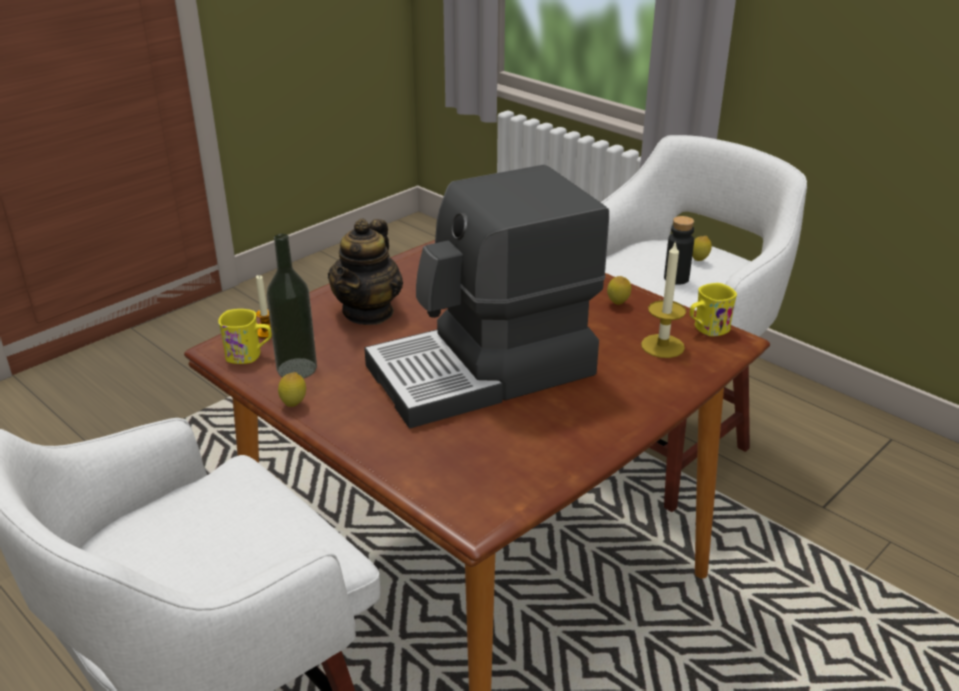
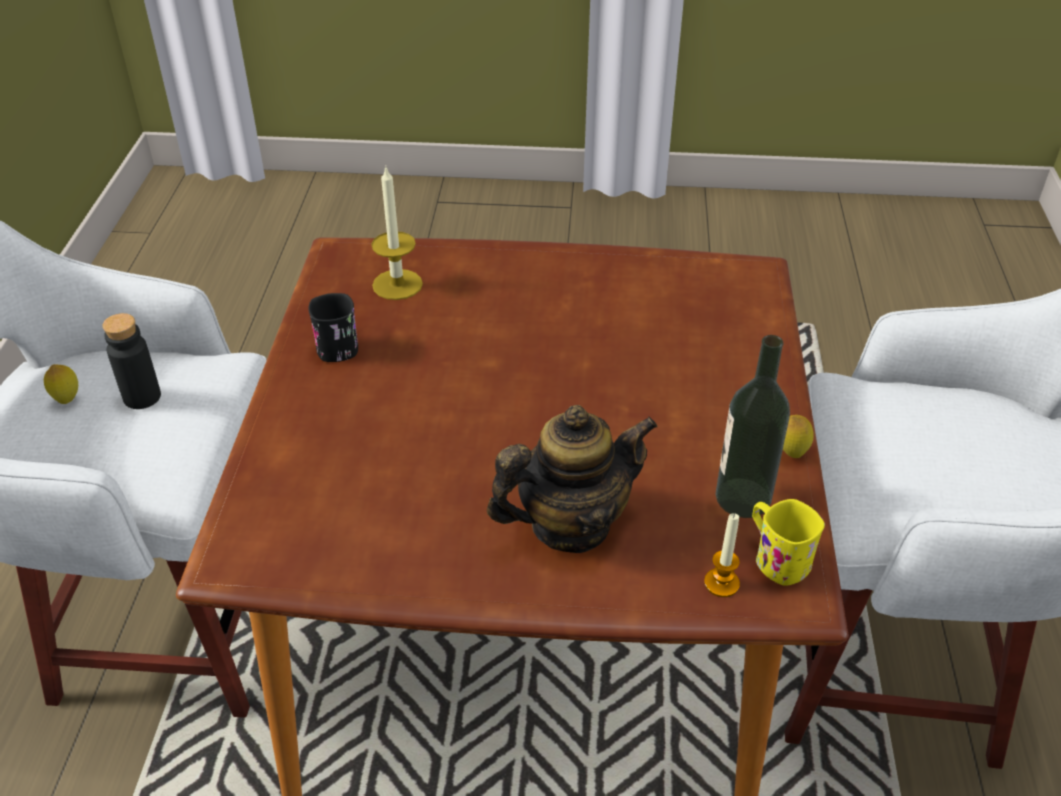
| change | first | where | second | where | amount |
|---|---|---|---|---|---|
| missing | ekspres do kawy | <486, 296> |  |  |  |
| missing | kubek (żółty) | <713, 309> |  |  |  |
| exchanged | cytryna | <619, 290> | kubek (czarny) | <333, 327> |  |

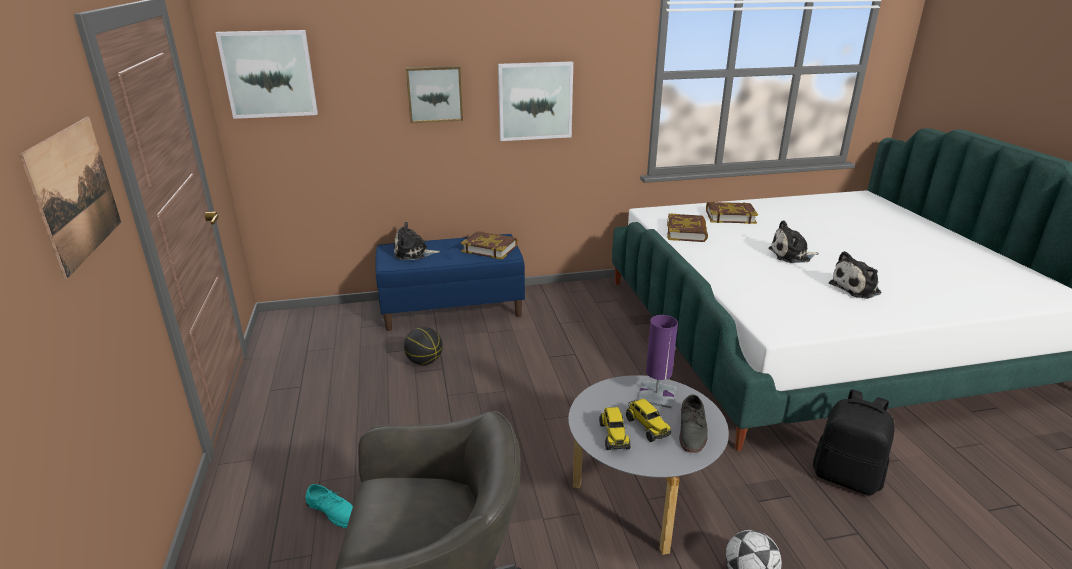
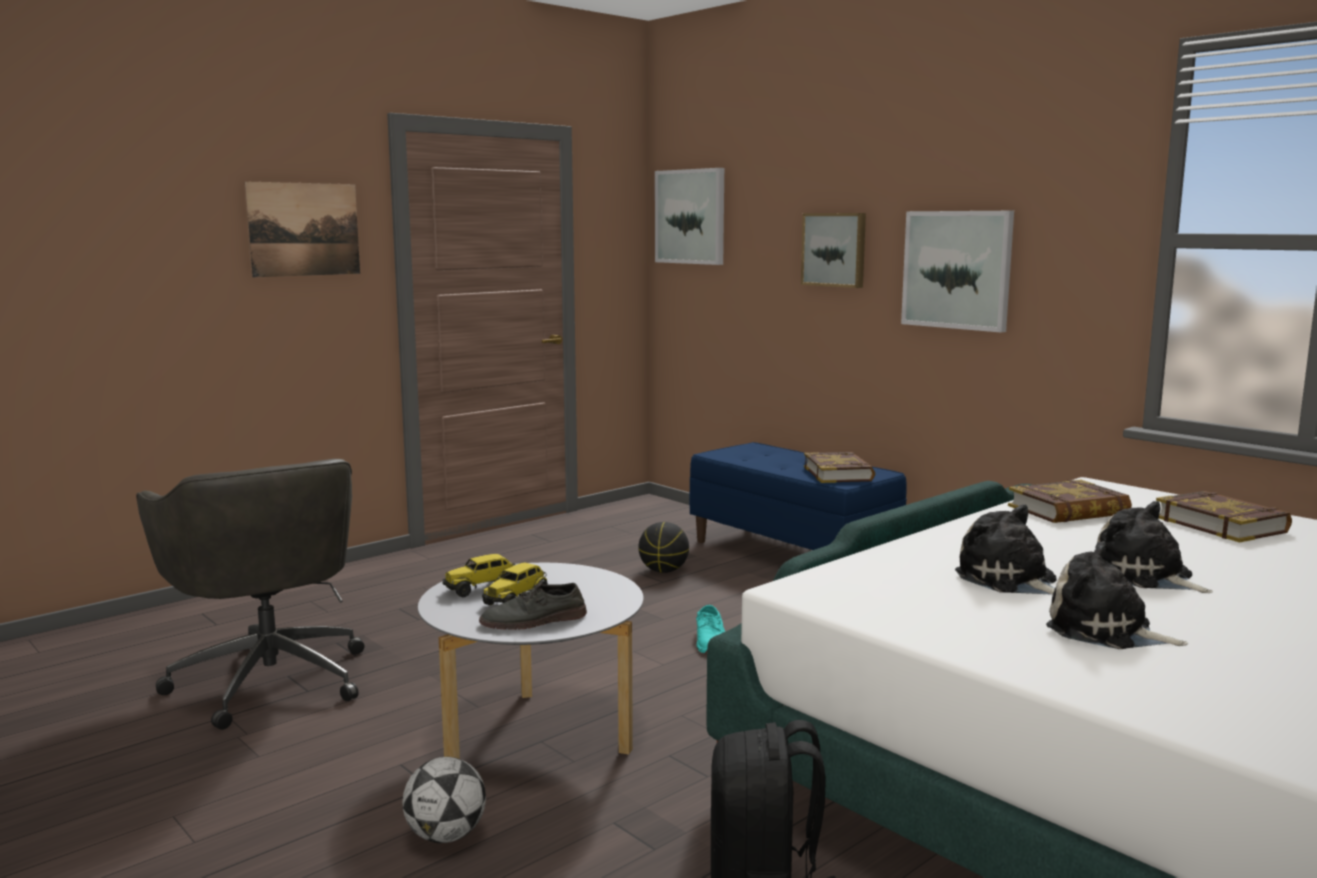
| change | first | where | second | where | amount |
|---|---|---|---|---|---|
| missing | lampa stołowa (fioletowy) | <657, 362> |  |  |  |
| relocated | but (turkusowy) | <329, 506> |  | <710, 629> |  |
| relocated | pluszak | <417, 241> |  | <1006, 549> |  |

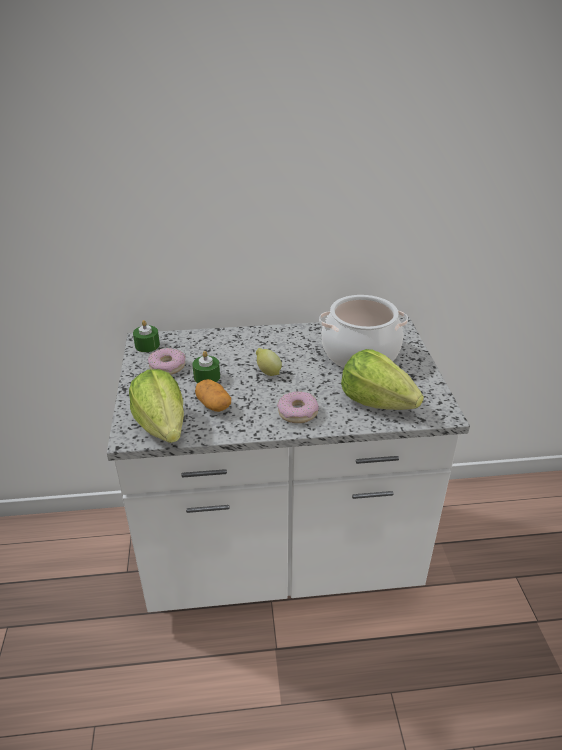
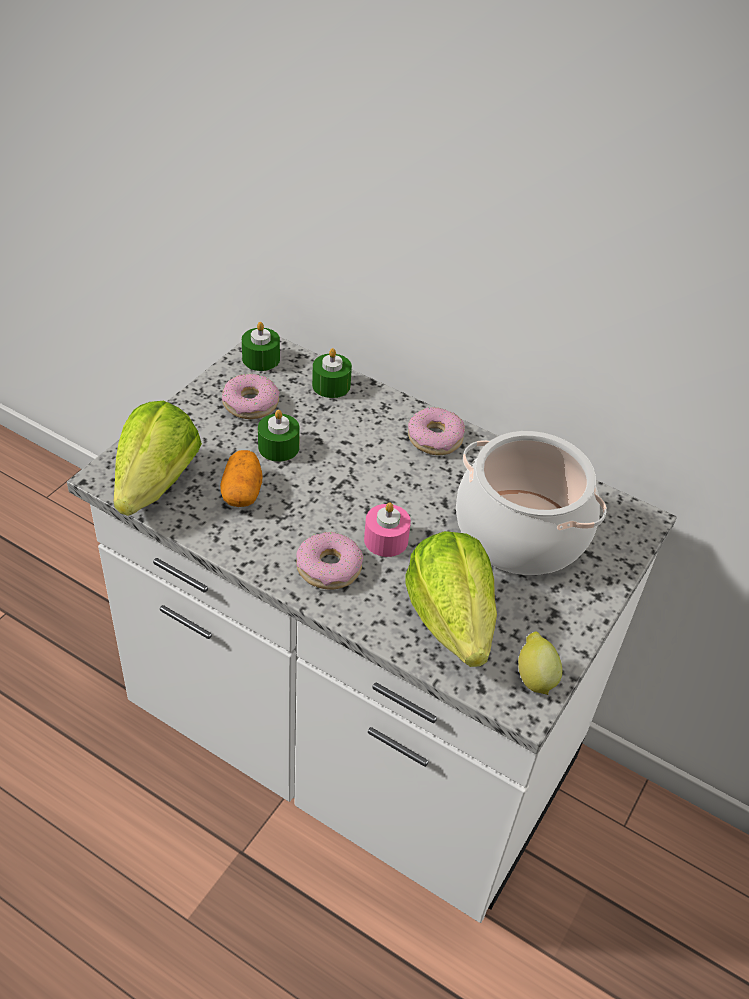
| change | first | where | second | where | amount |
|---|---|---|---|---|---|
| appeared |  |  | świeca (zielony) | <332, 373> |  |
| appeared |  |  | świeca (różowy) | <387, 530> |  |
| appeared |  |  | donut | <436, 431> |  |
| relocated | cytryna | <269, 362> |  | <540, 663> |  |

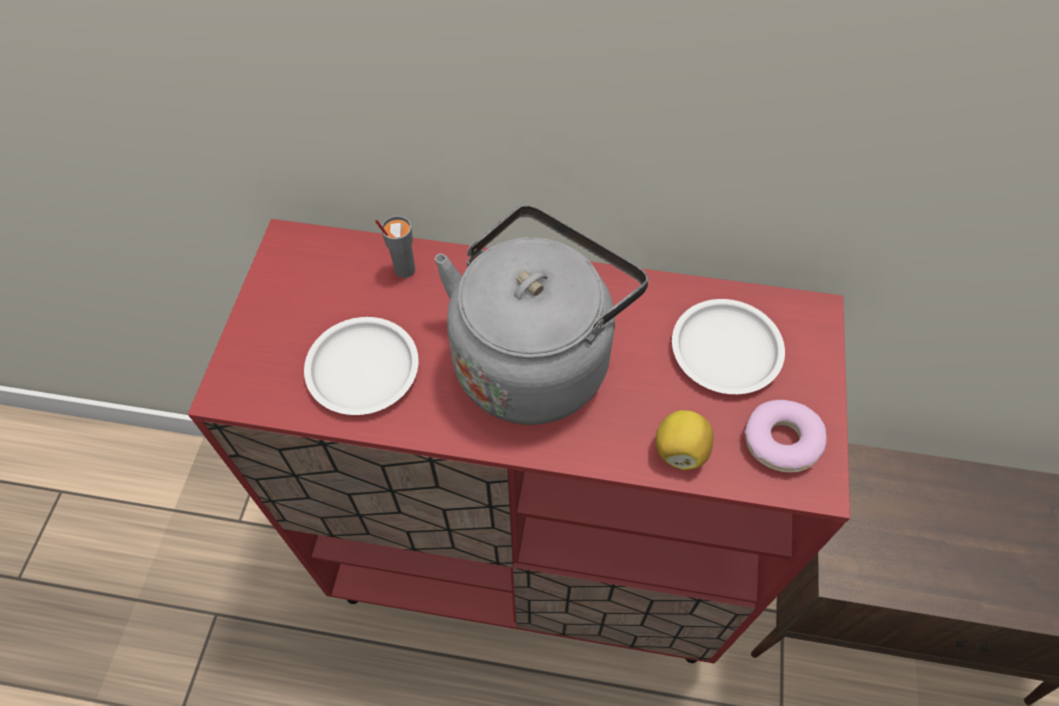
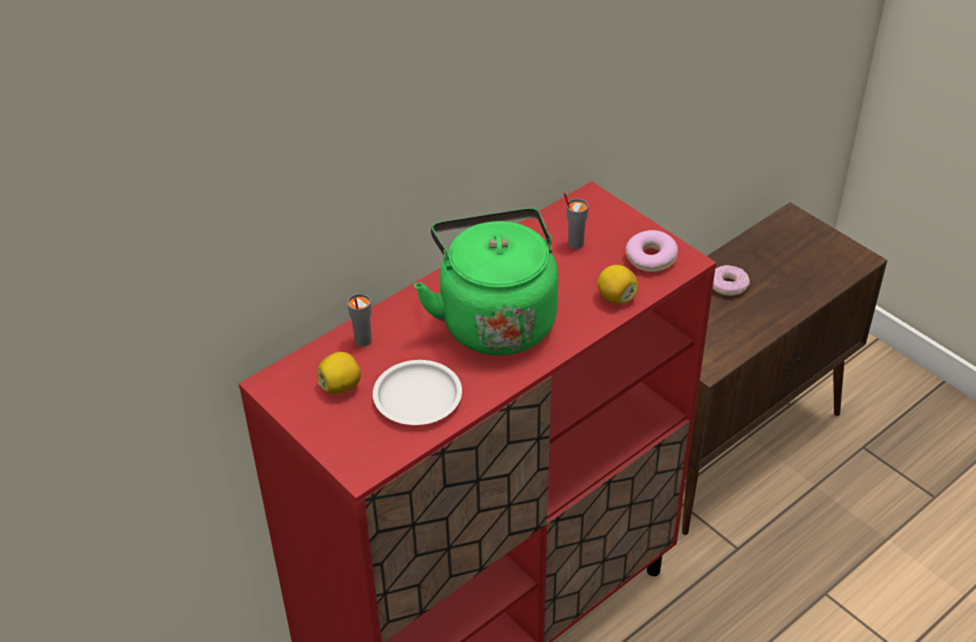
| change | first | where | second | where | amount |
|---|---|---|---|---|---|
| appeared |  |  | cytryna | <339, 373> |  |
| appeared |  |  | donut | <731, 280> |  |
| exchanged | talerz (biały) | <728, 346> | filiżanka (szary) | <576, 221> |  |
| colour | czajnik (szary) | <541, 315> | czajnik (zielony) | <486, 281> |  |

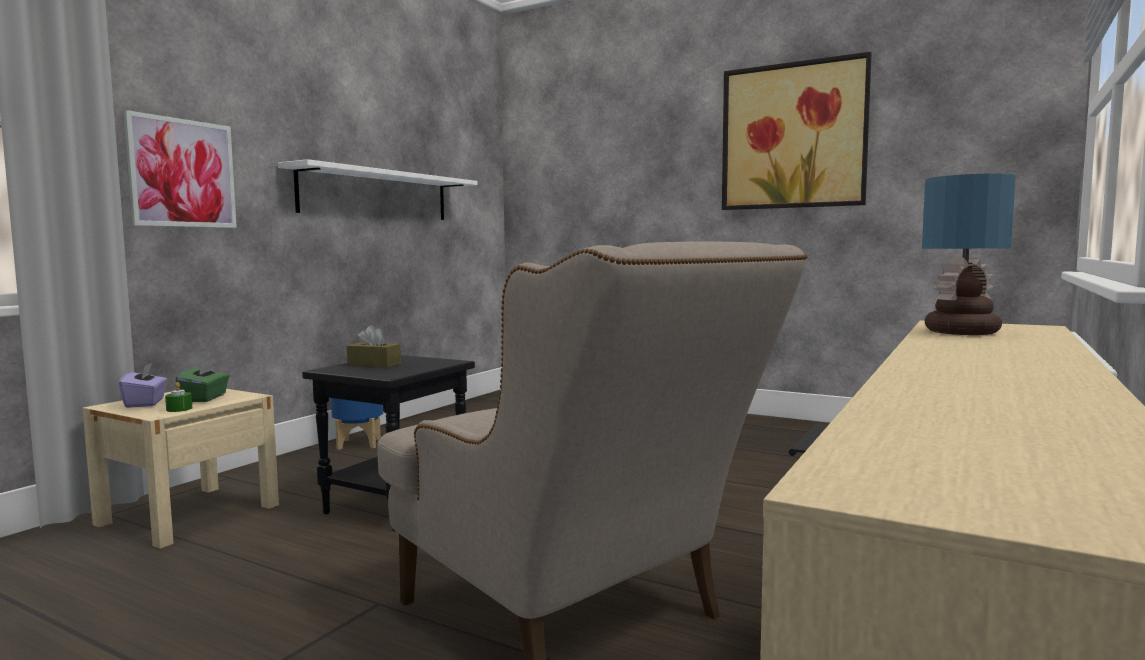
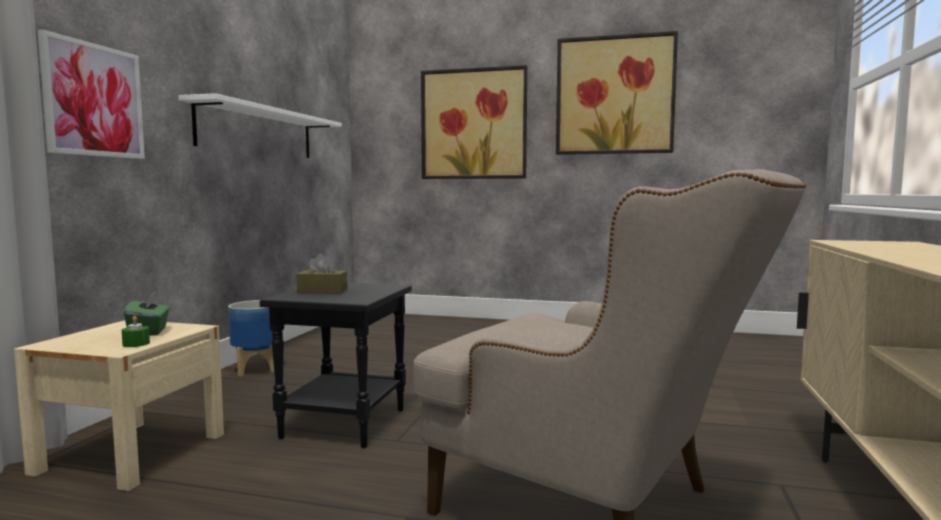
| change | first | where | second | where | amount |
|---|---|---|---|---|---|
| missing | pudełko chusteczek (fioletowy) | <143, 385> |  |  |  |
| missing | lampa stołowa | <969, 254> |  |  |  |
| appeared |  |  | obraz | <474, 122> |  |

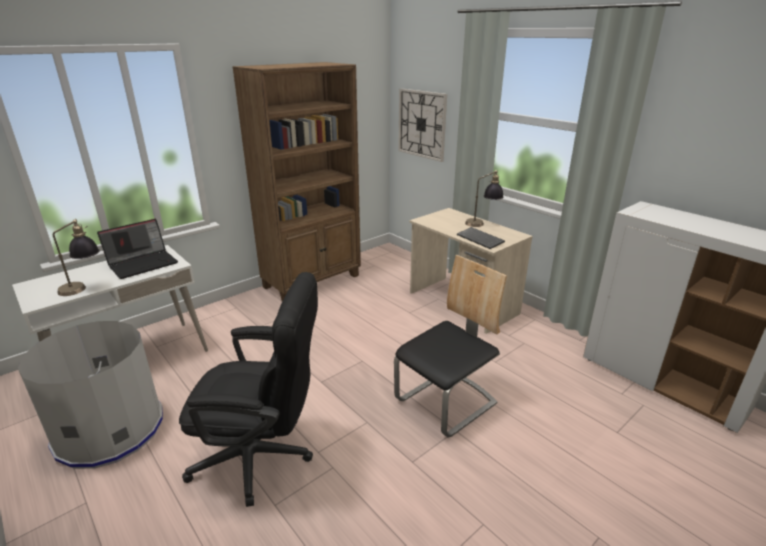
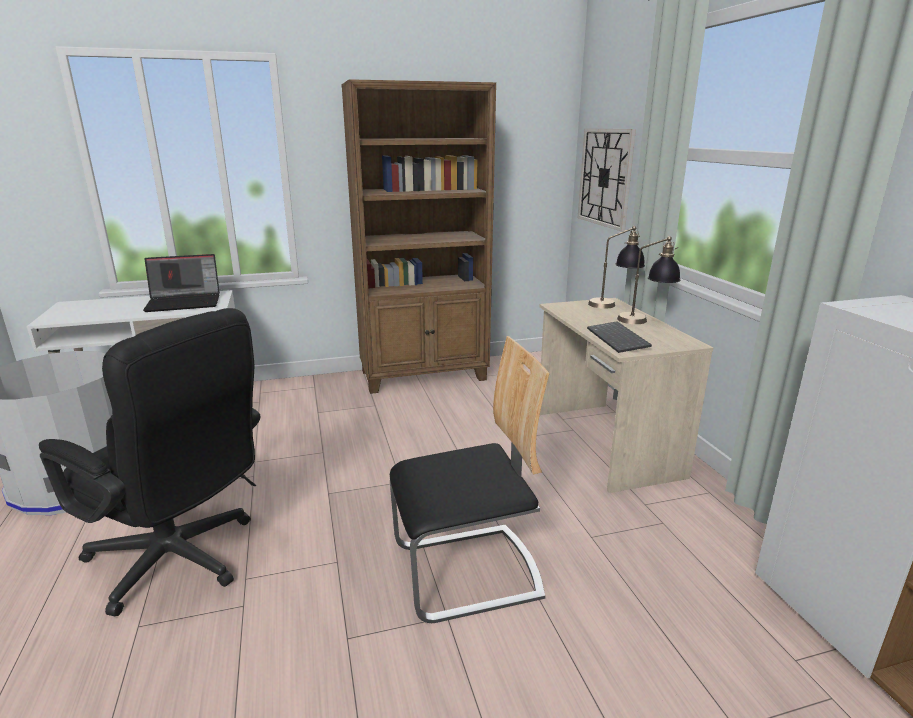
| change | first | where | second | where | amount |
|---|---|---|---|---|---|
| relocated | lampa stołowa | <76, 257> |  | <616, 267> |  |

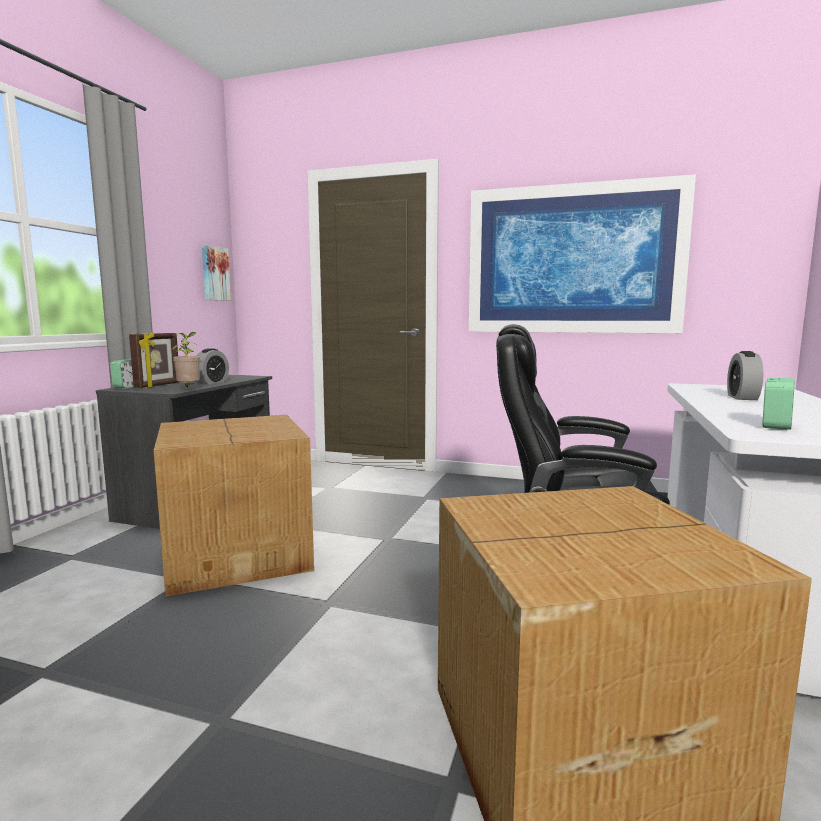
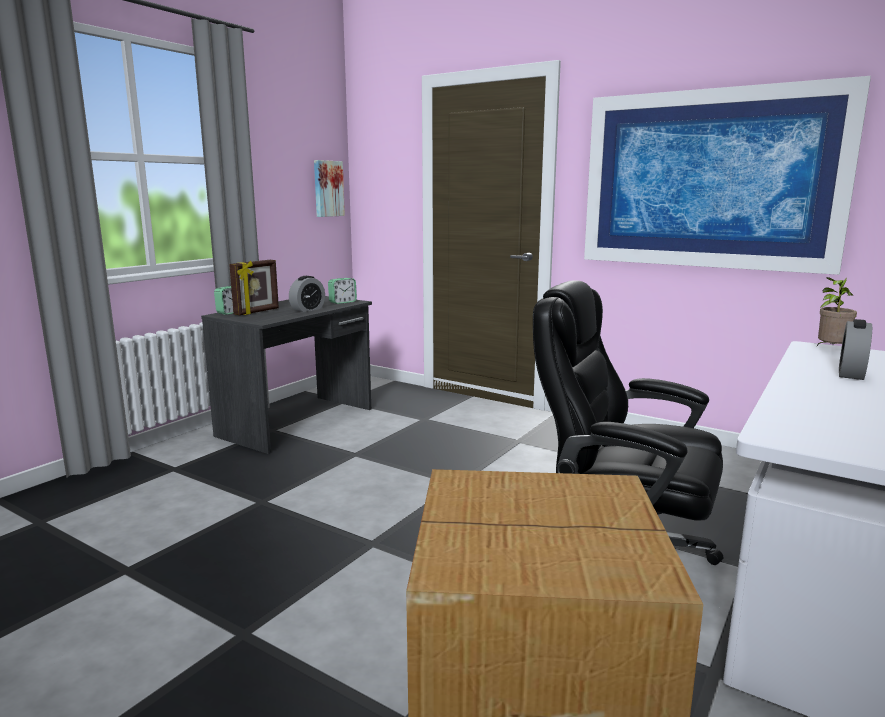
| change | first | where | second | where | amount |
|---|---|---|---|---|---|
| missing | karton | <233, 505> |  |  |  |
| relocated | roślina doniczkowa | <186, 359> |  | <837, 311> |  |
| relocated | budzik | <778, 404> |  | <342, 291> |  |

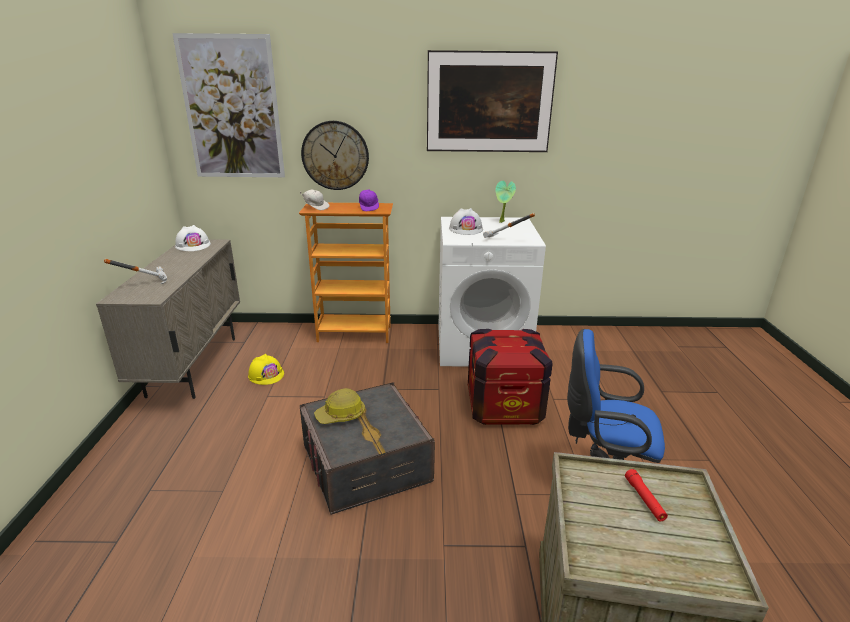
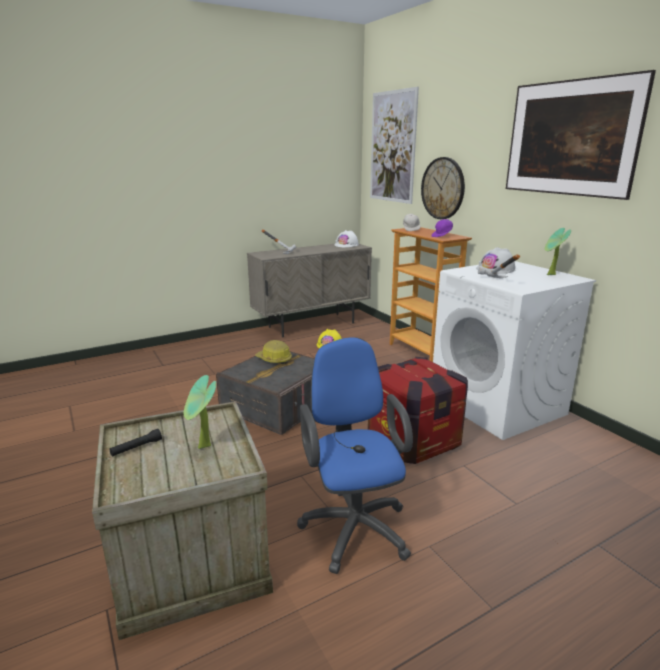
| change | first | where | second | where | amount |
|---|---|---|---|---|---|
| appeared |  |  | latarka (czarny) | <135, 442> |  |
| exchanged | latarka (czerwony) | <646, 495> | roślina doniczkowa | <200, 412> |  |

